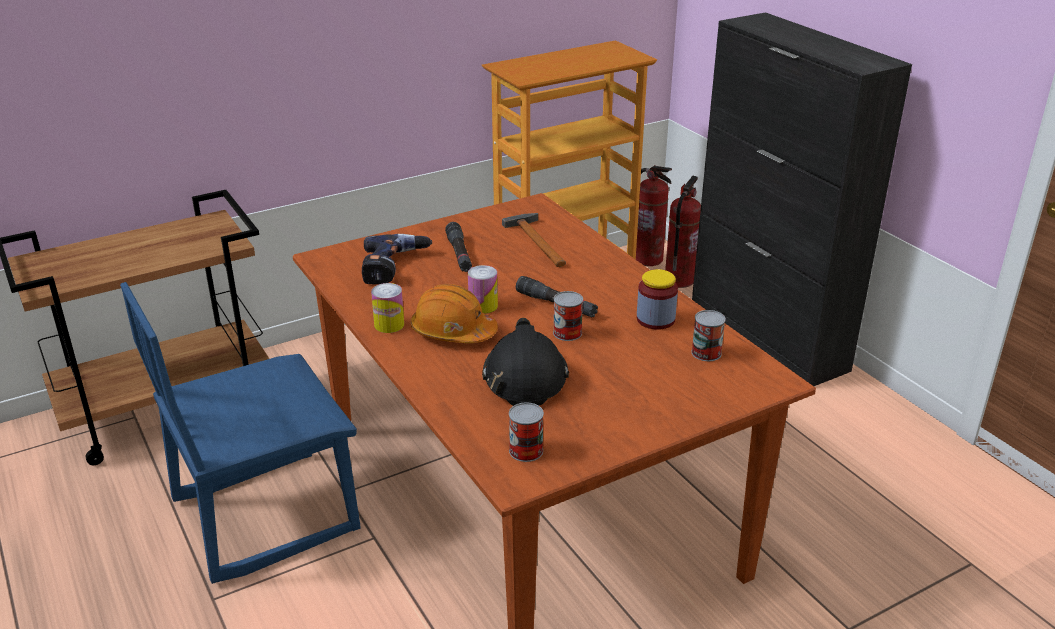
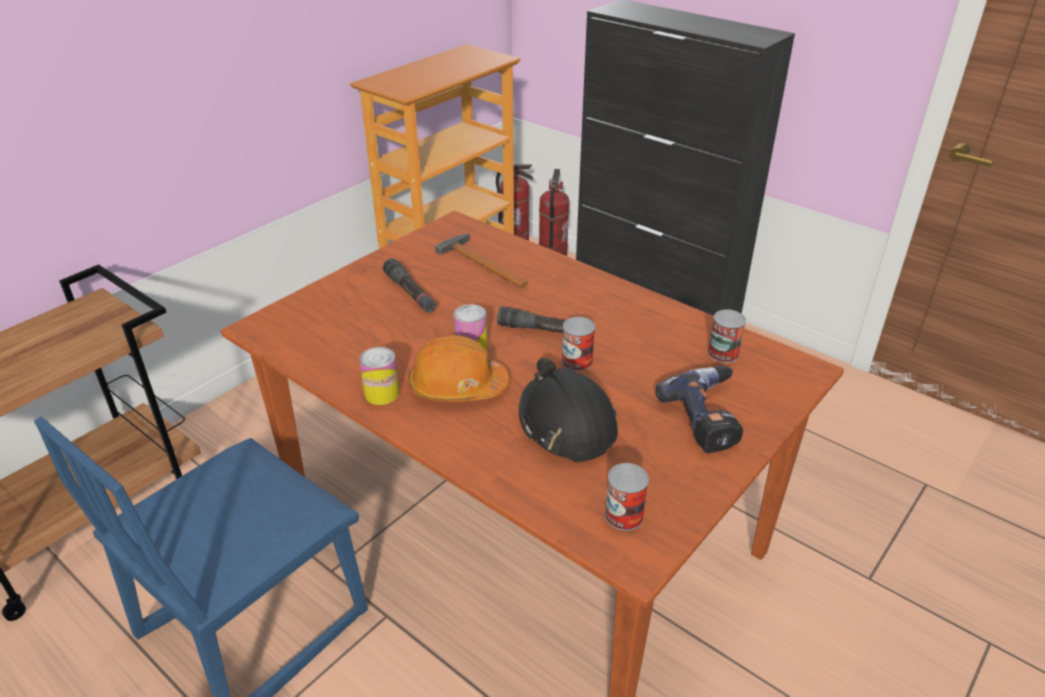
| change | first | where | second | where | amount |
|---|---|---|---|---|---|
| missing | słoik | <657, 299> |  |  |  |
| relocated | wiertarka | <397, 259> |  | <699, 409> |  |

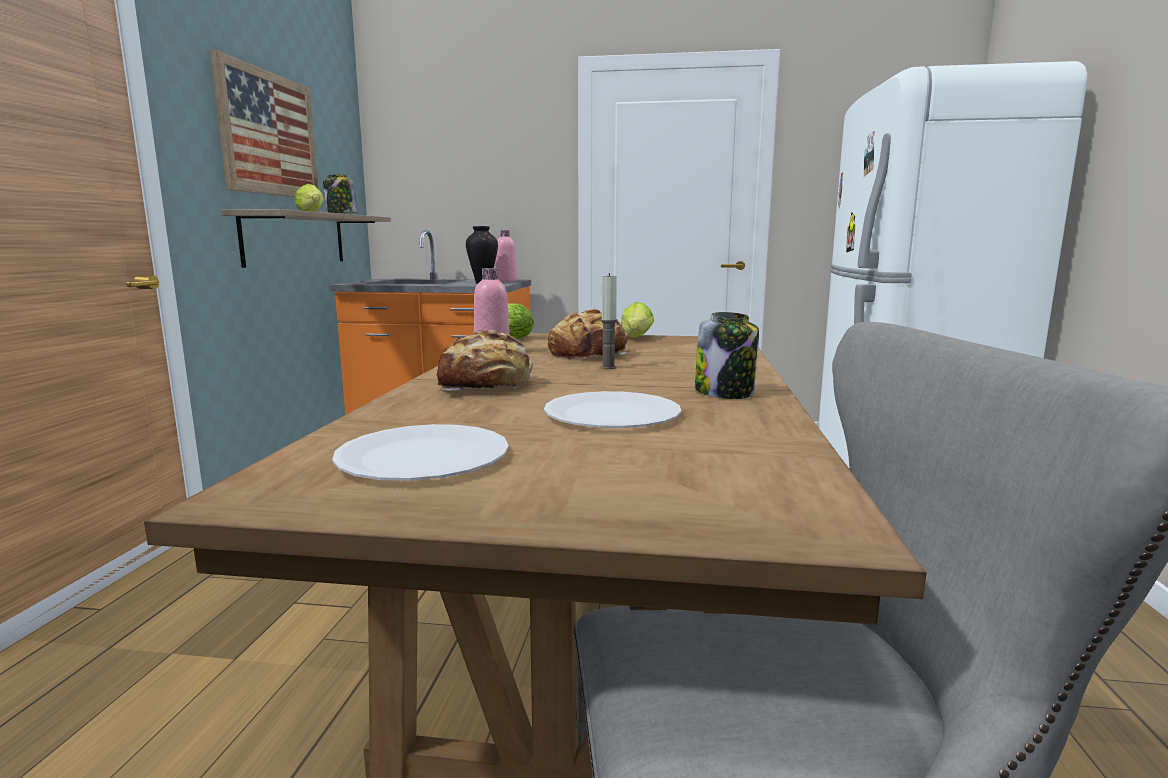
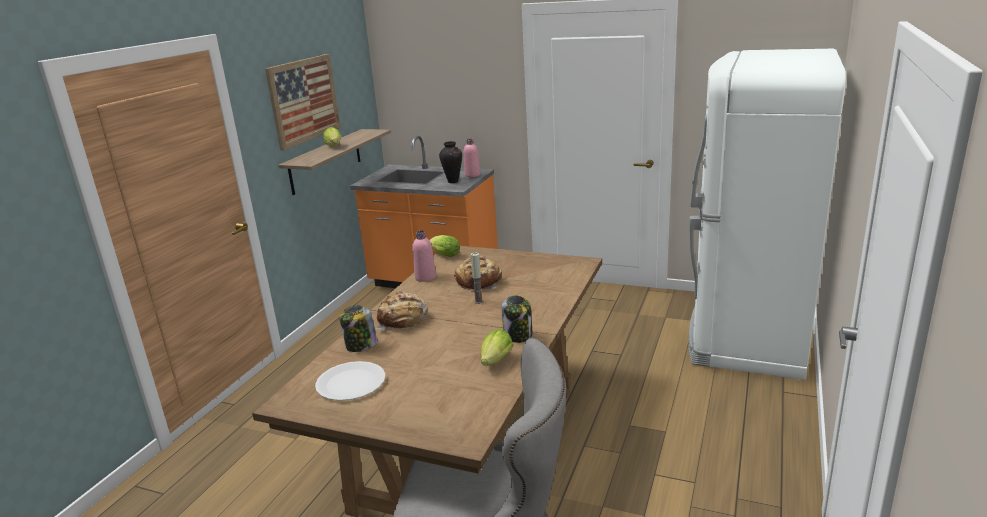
| change | first | where | second | where | amount |
|---|---|---|---|---|---|
| missing | talerz (biały) | <612, 409> |  |  |  |
| relocated | słoik | <340, 194> |  | <359, 328> |  |
| relocated | sałata | <637, 319> |  | <497, 347> |  |

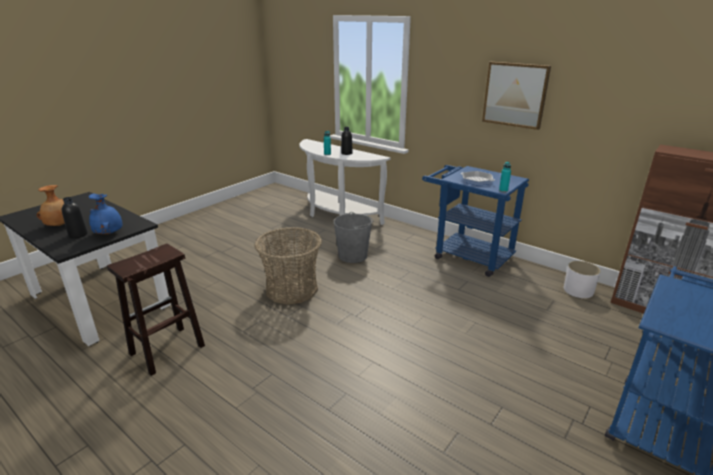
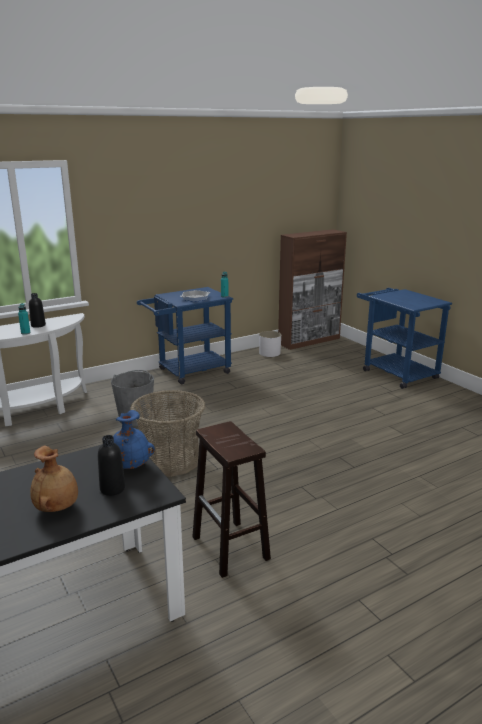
| change | first | where | second | where | amount |
|---|---|---|---|---|---|
| missing | obraz | <516, 96> |  |  |  |

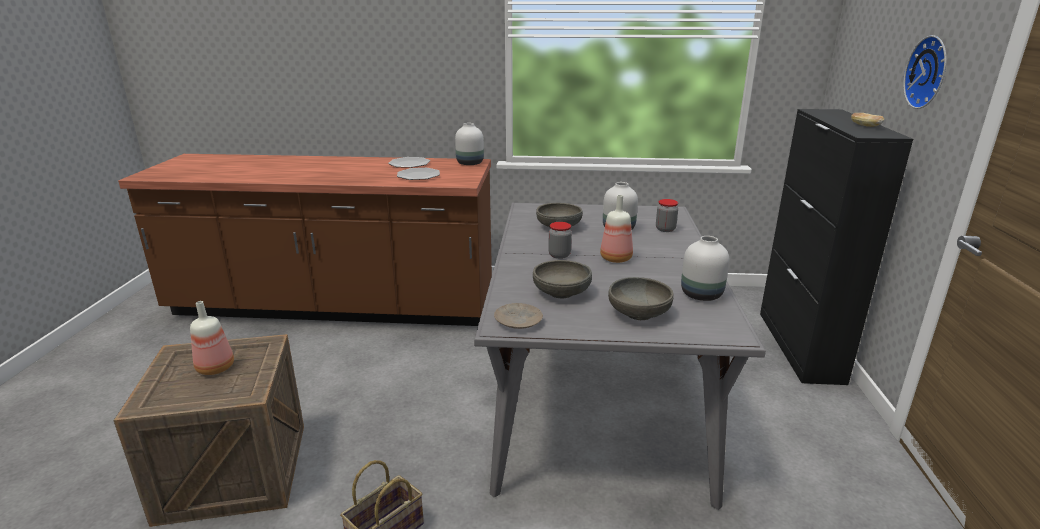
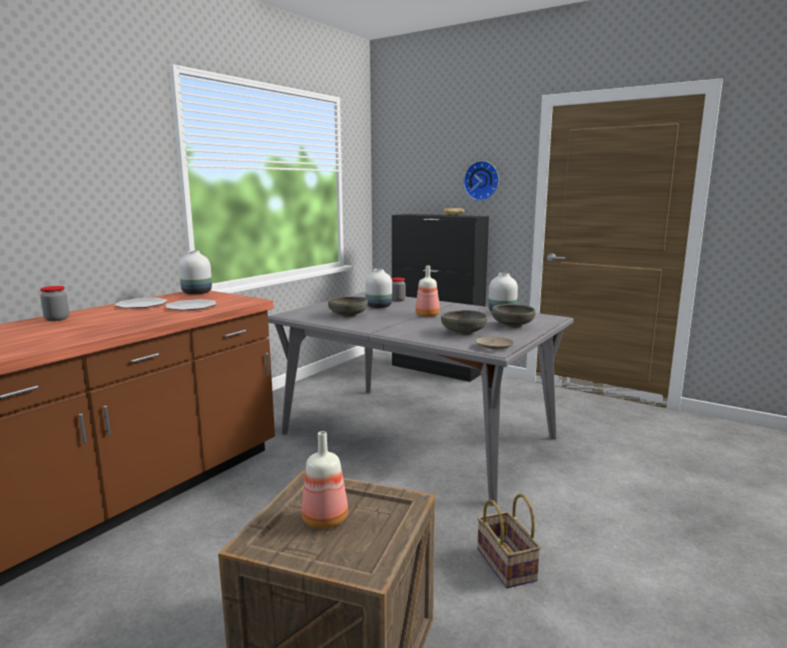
| change | first | where | second | where | amount |
|---|---|---|---|---|---|
| relocated | słoik | <560, 240> |  | <54, 303> |  |

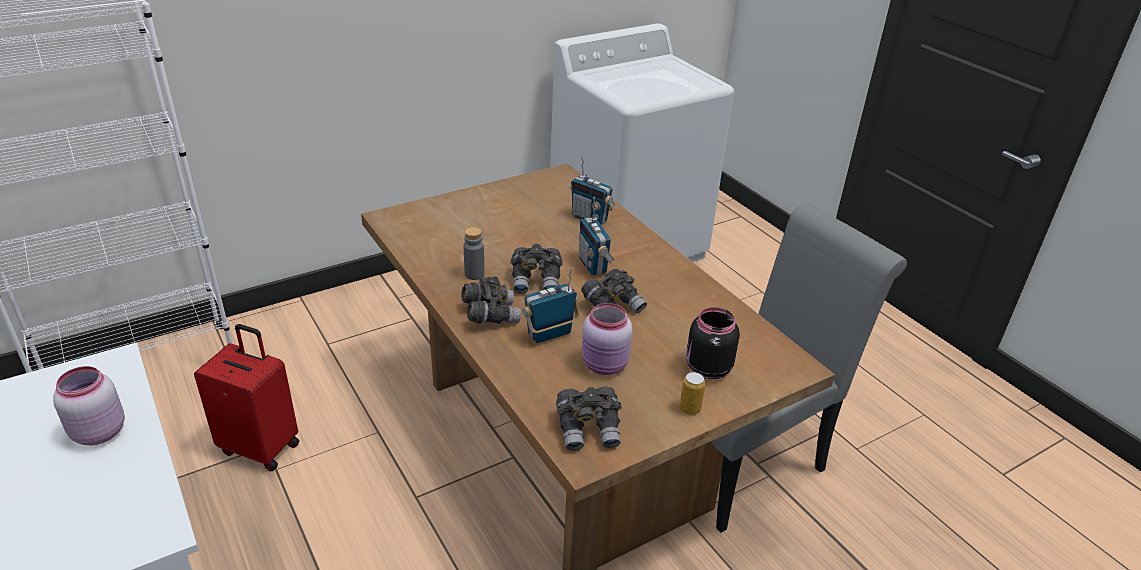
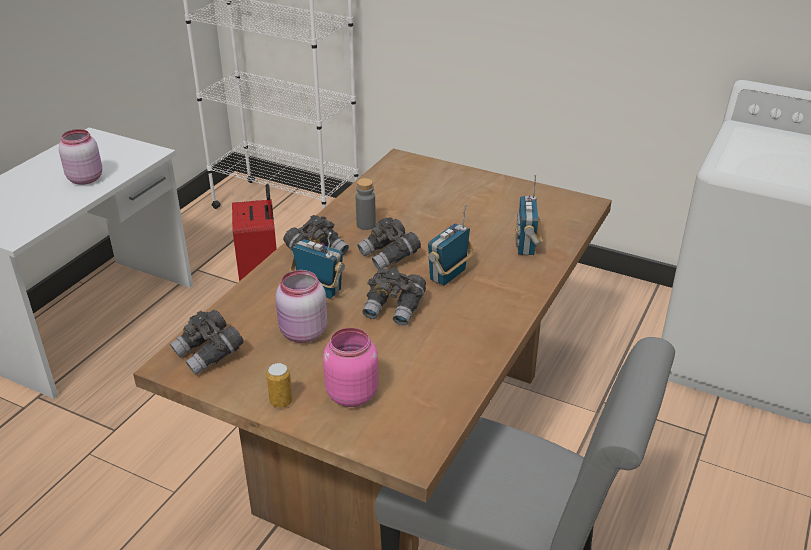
| change | first | where | second | where | amount |
|---|---|---|---|---|---|
| colour | słoik (czarny) | <713, 343> | słoik (różowy) | <350, 367> |  |

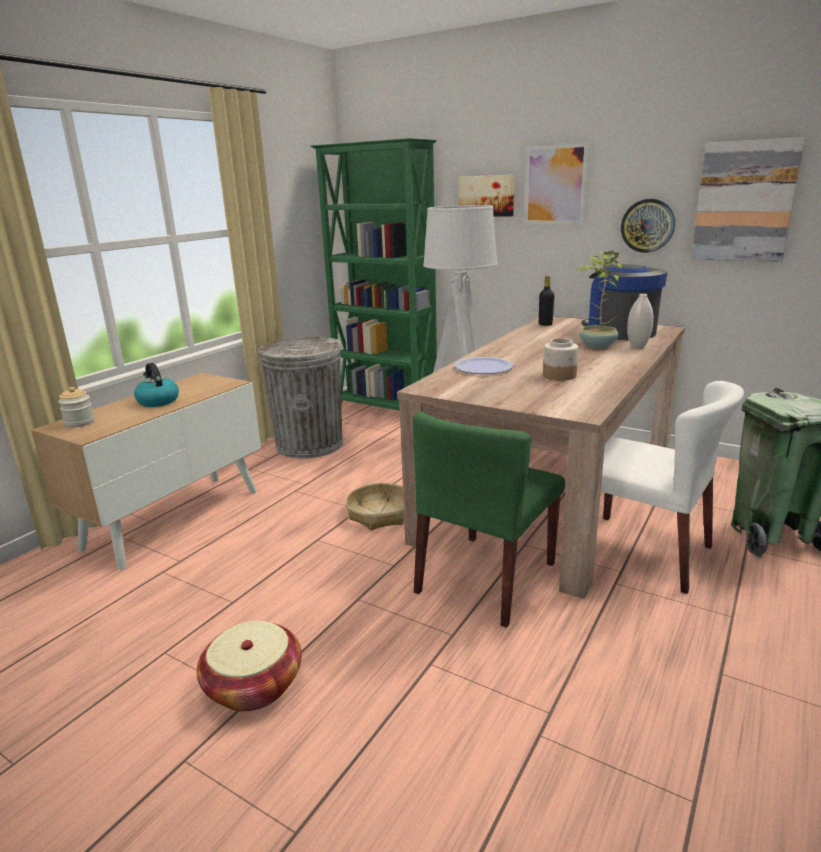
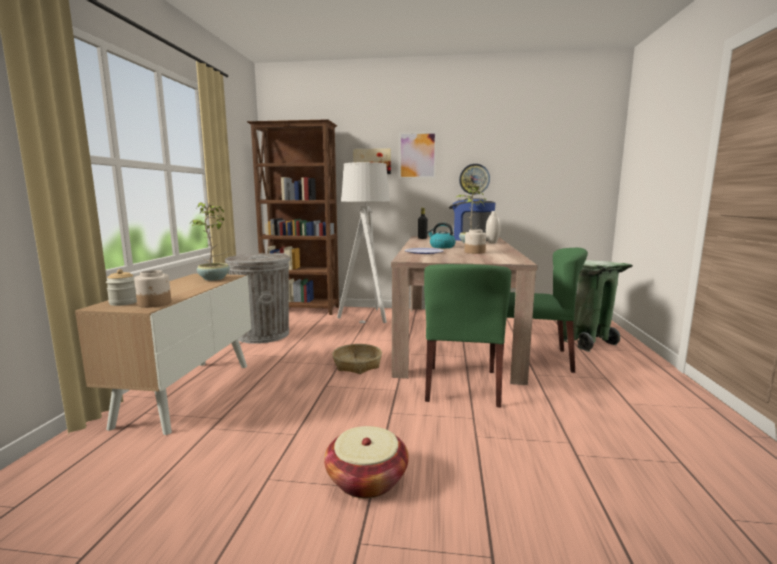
| change | first | where | second | where | amount |
|---|---|---|---|---|---|
| missing | obraz | <748, 199> |  |  |  |
| appeared |  |  | słoik | <152, 289> |  |
| appeared |  |  | roślina doniczkowa | <210, 241> |  |
| relocated | czajnik | <156, 385> |  | <441, 235> |  |
| colour | regał (zielony) | <373, 274> | regał (brązowy) | <293, 217> |  |
| colour | krzesło (biały) | <672, 487> | krzesło (zielony) | <545, 310> |  |

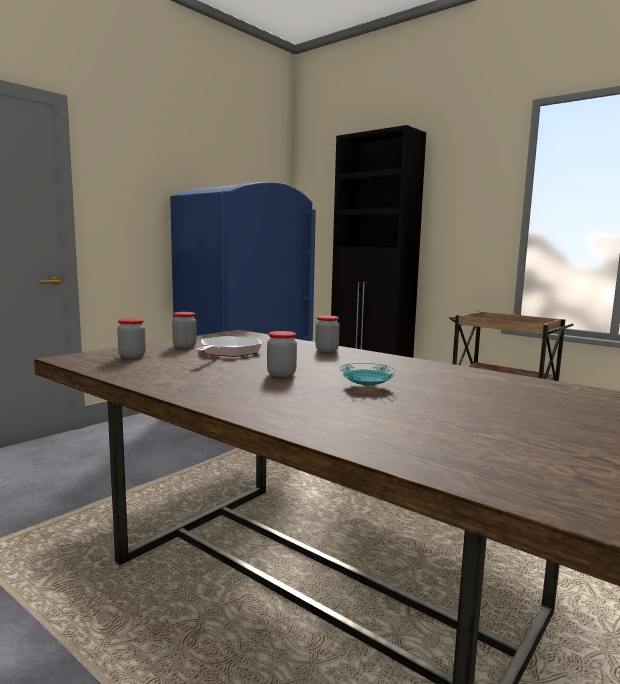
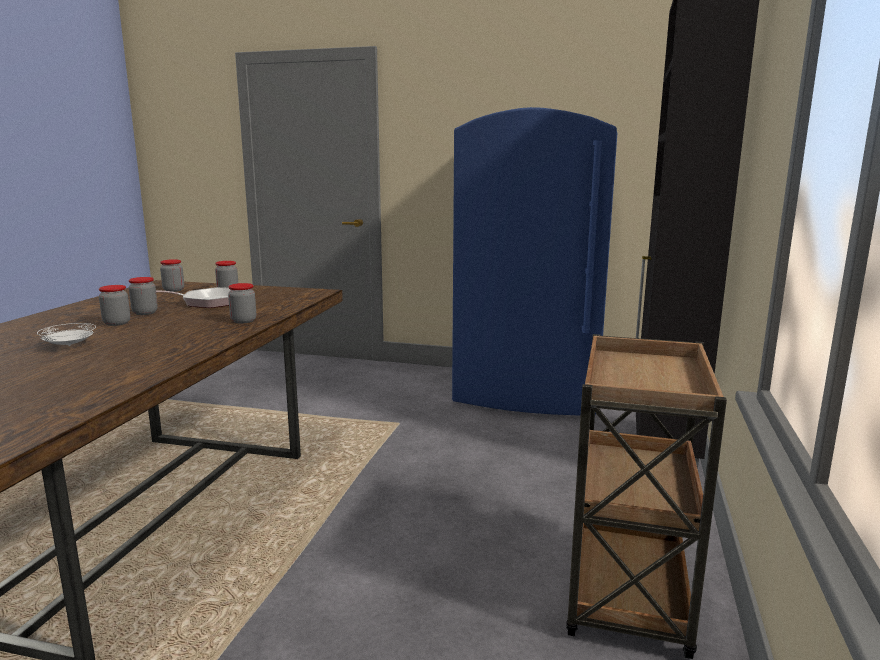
| change | first | where | second | where | amount |
|---|---|---|---|---|---|
| appeared |  |  | słoik | <143, 296> |  |
| colour | talerz (turkusowy) | <368, 375> | talerz (biały) | <66, 334> |  |

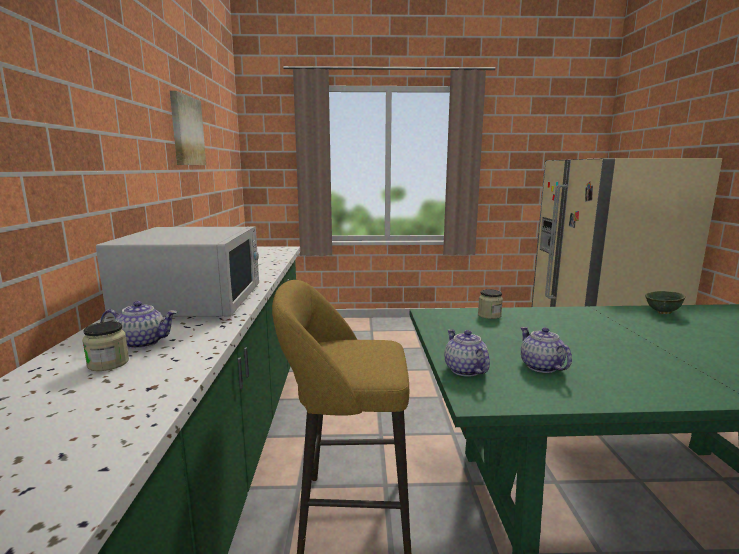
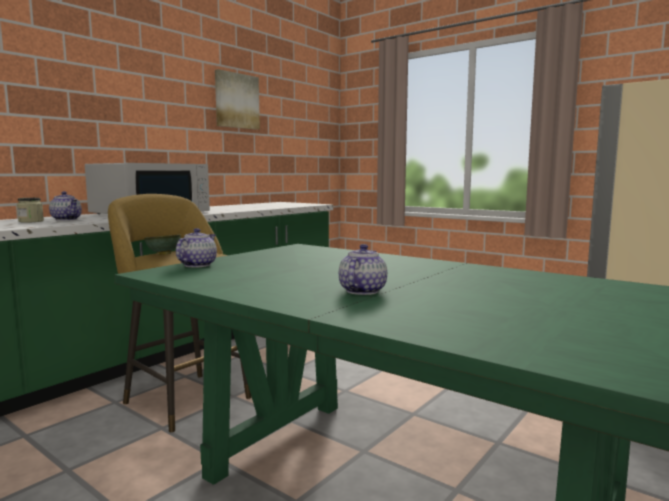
| change | first | where | second | where | amount |
|---|---|---|---|---|---|
| missing | słoik | <490, 304> |  |  |  |
| relocated | imbryk | <546, 350> |  | <363, 269> |  |
| relocated | miska (zielony) | <665, 302> |  | <162, 245> |  |

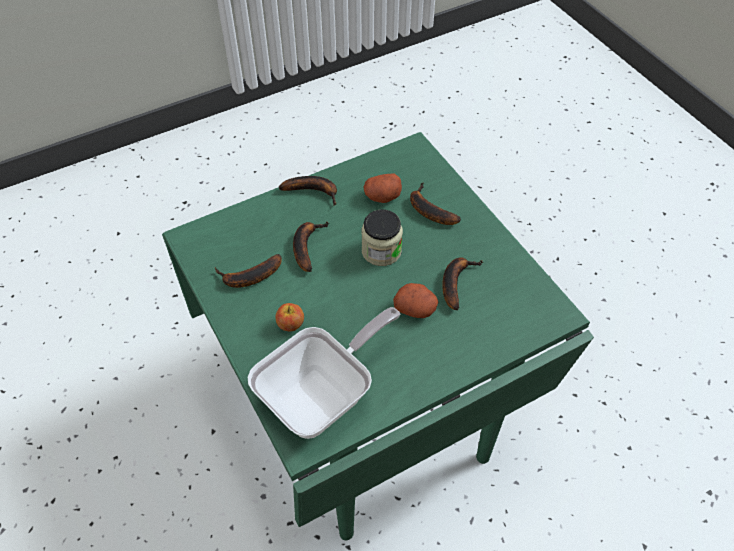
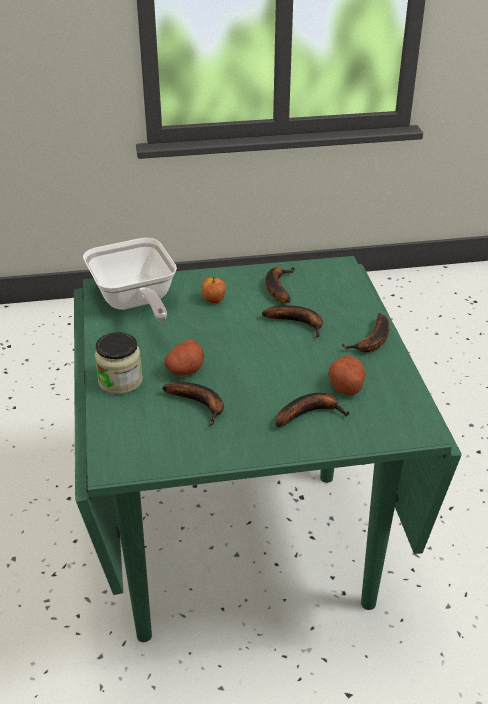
| change | first | where | second | where | amount |
|---|---|---|---|---|---|
| relocated | słoik | <382, 237> |  | <119, 363> |  |

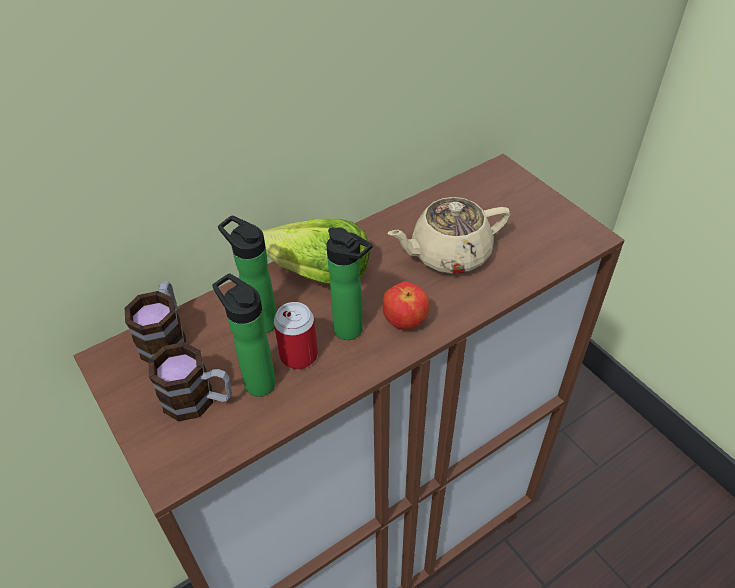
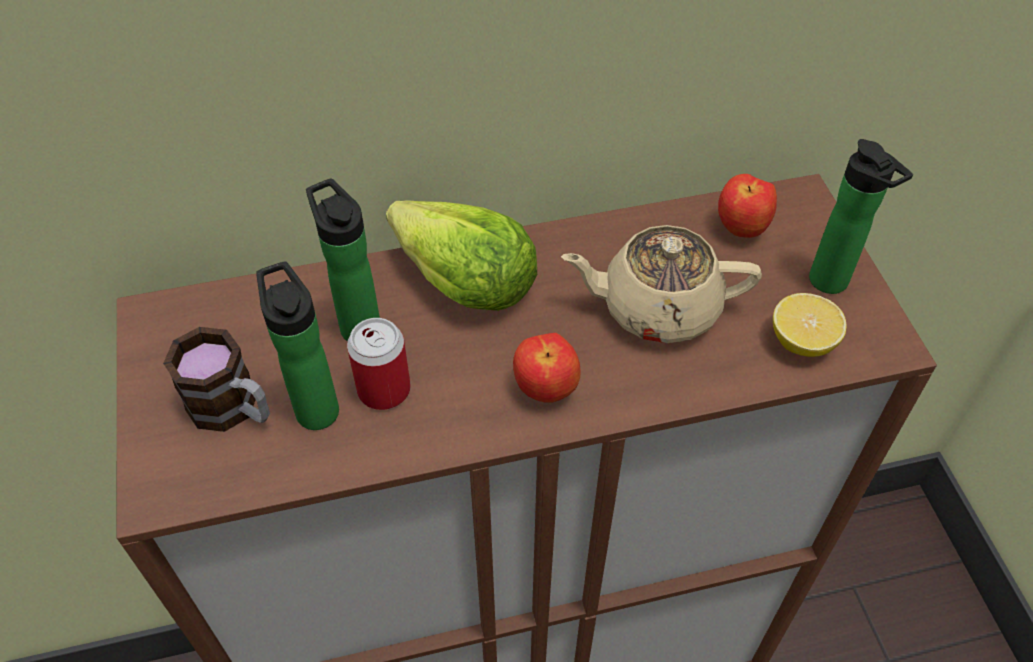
| change | first | where | second | where | amount |
|---|---|---|---|---|---|
| missing | kubek | <155, 322> |  |  |  |
| appeared |  |  | jabłko | <747, 206> |  |
| appeared |  |  | cytryna | <809, 325> |  |
| relocated | butelka | <349, 284> |  | <861, 216> |  |

